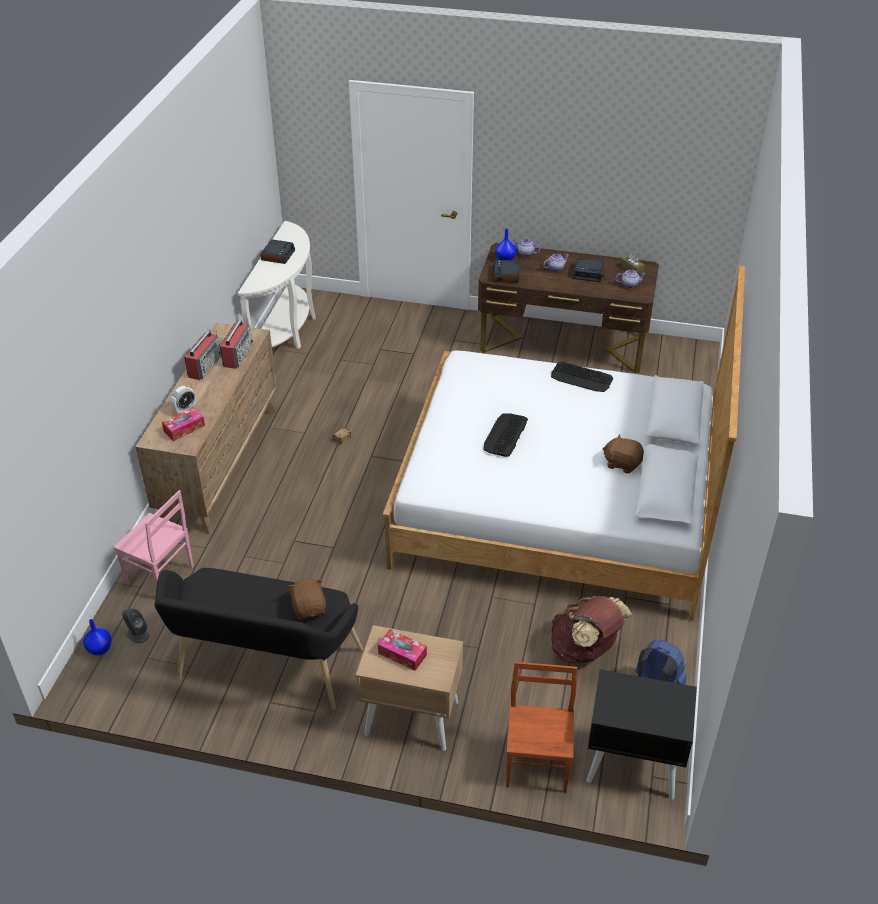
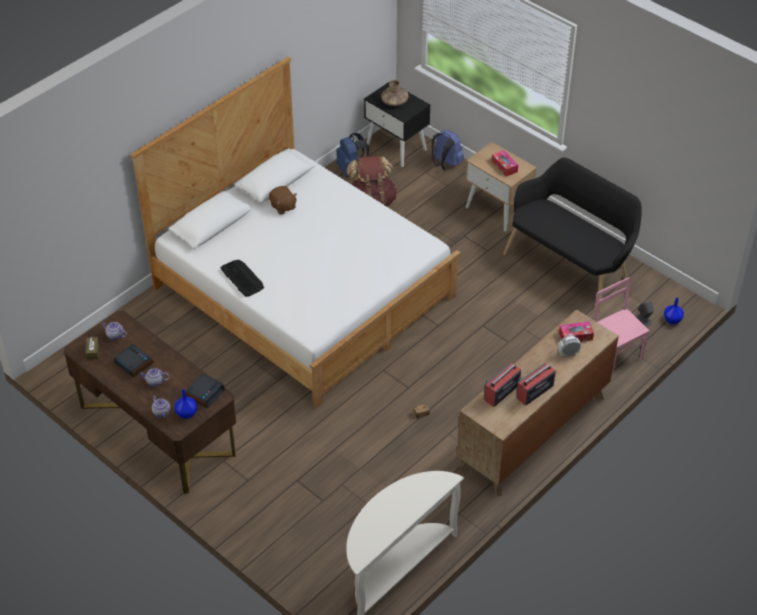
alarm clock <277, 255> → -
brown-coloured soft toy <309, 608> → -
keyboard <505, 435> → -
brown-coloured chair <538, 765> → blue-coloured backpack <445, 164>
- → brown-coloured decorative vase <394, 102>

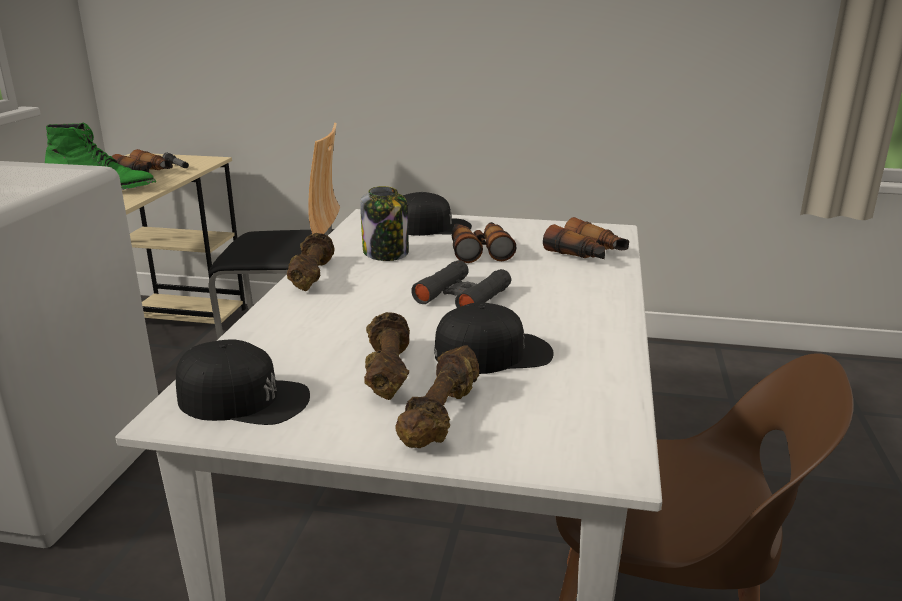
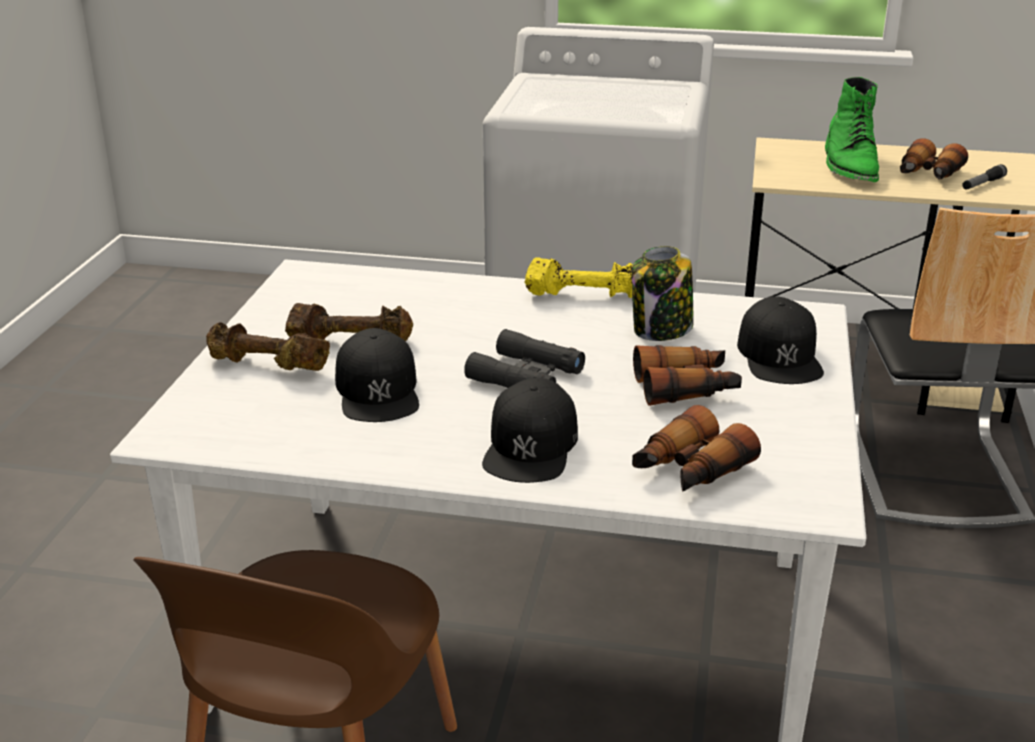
black peaked cap <244, 398> → black peaked cap <531, 446>, moved
brown-coloured free weight <311, 275> → yellow free weight <583, 294>

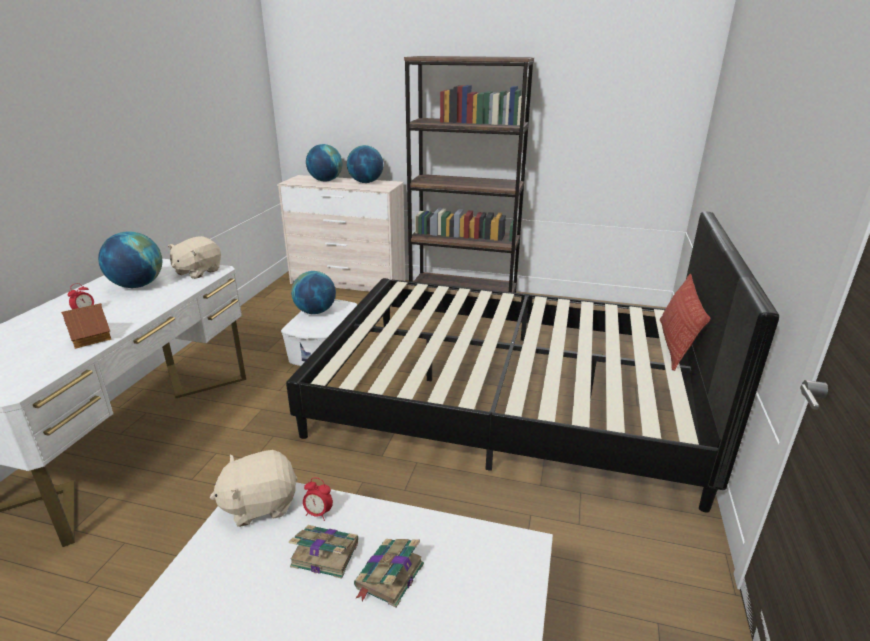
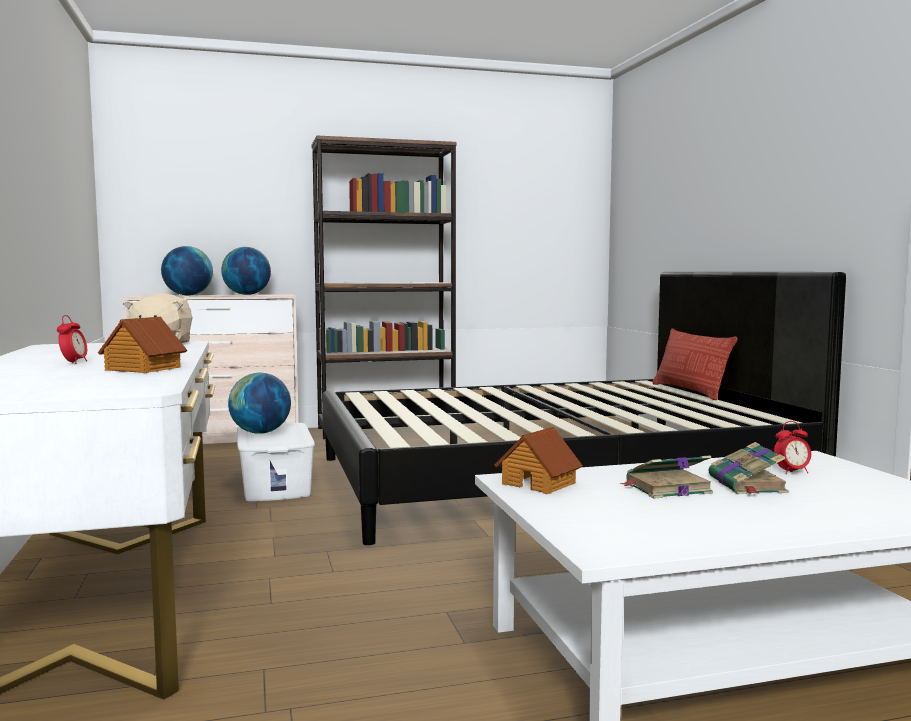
desk globe <137, 285> → -
sand-coloured soft toy <260, 504> → model house <539, 483>
alarm clock <318, 513> → alarm clock <791, 472>, moved

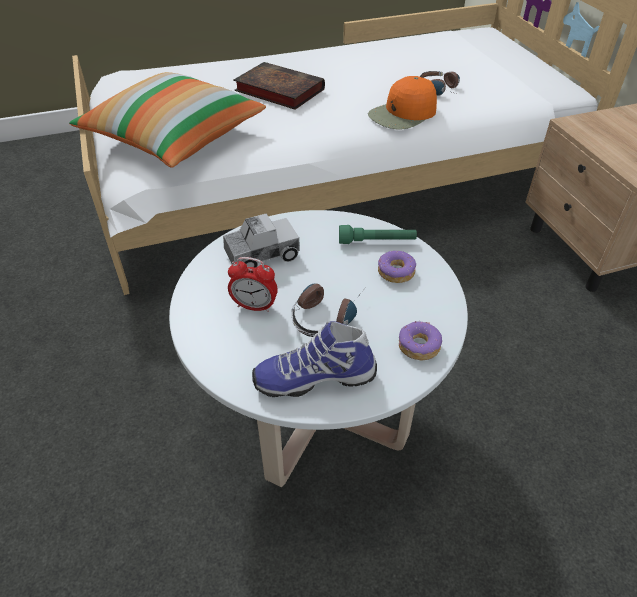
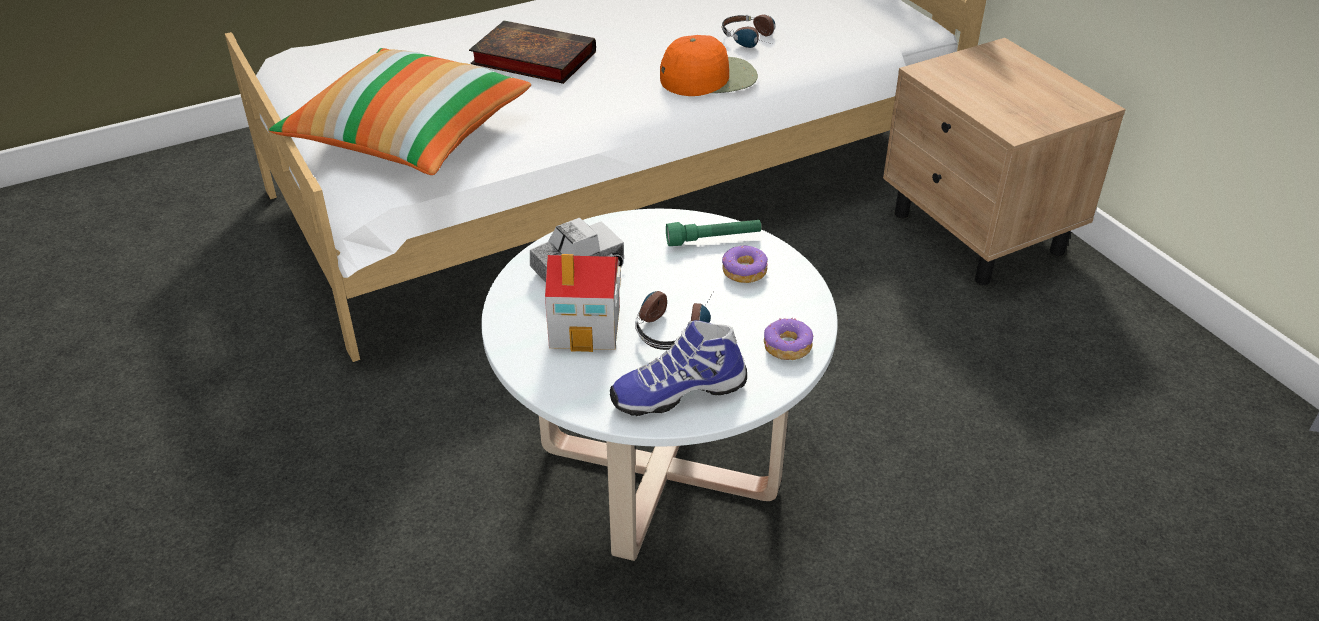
alarm clock <254, 306> → model house <586, 327>
orange peaked cap <403, 114> → orange peaked cap <709, 77>, 150 degrees counterclockwise

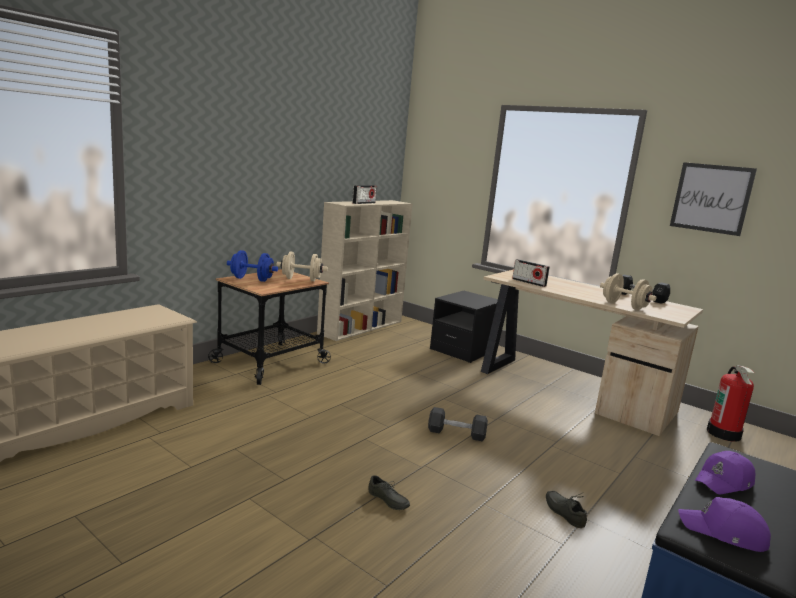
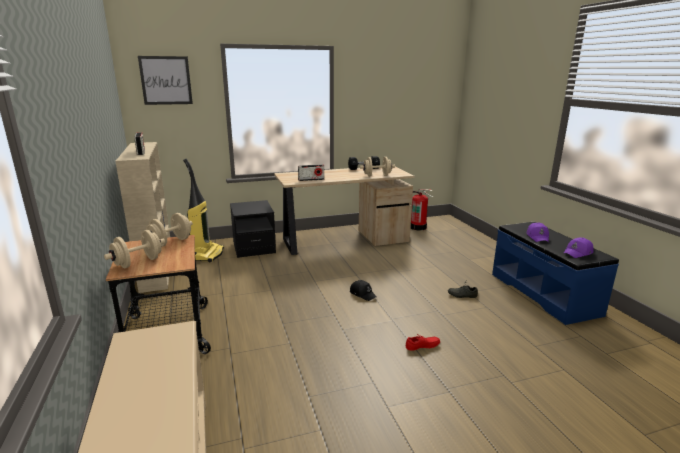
blue-coloured free weight <252, 279> → sand-coloured free weight <138, 262>
gray shoe <387, 501> → reddish shoe <423, 346>
black free weight <456, 433> → black peaked cap <363, 294>
picture <711, 198> → picture <166, 80>, moved
- → hoover <208, 254>

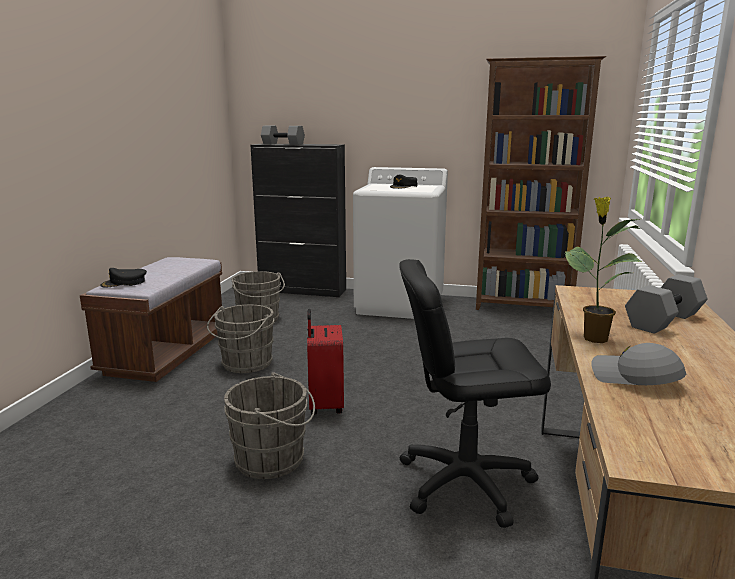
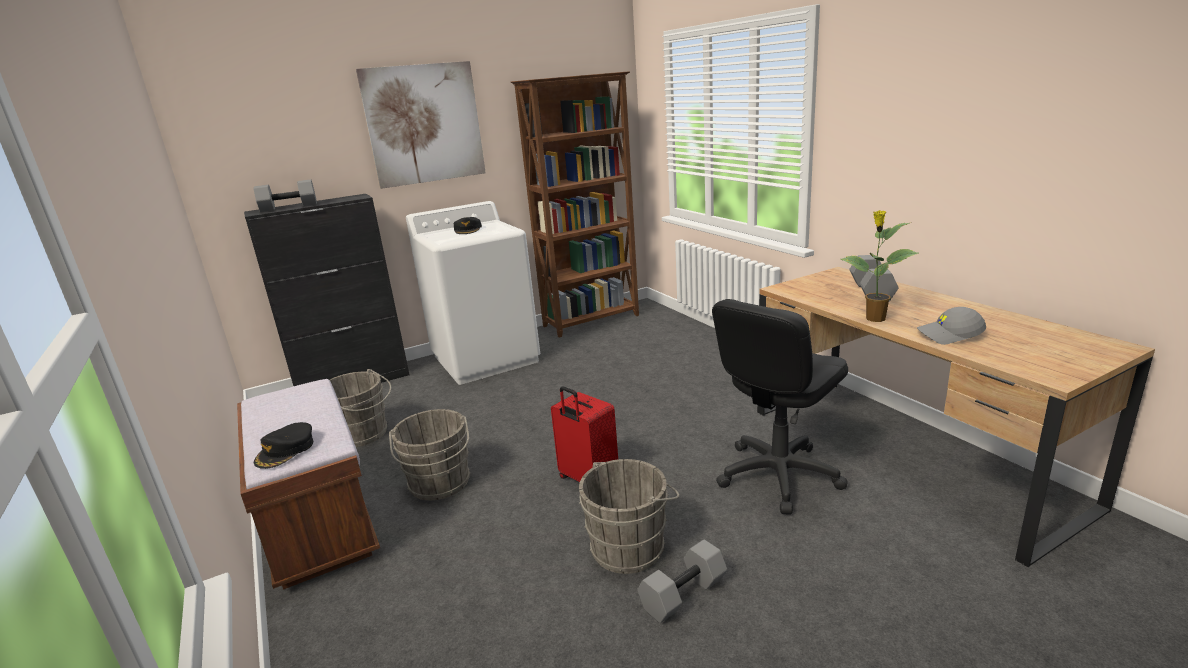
- → picture <424, 124>
- → gray free weight <683, 595>

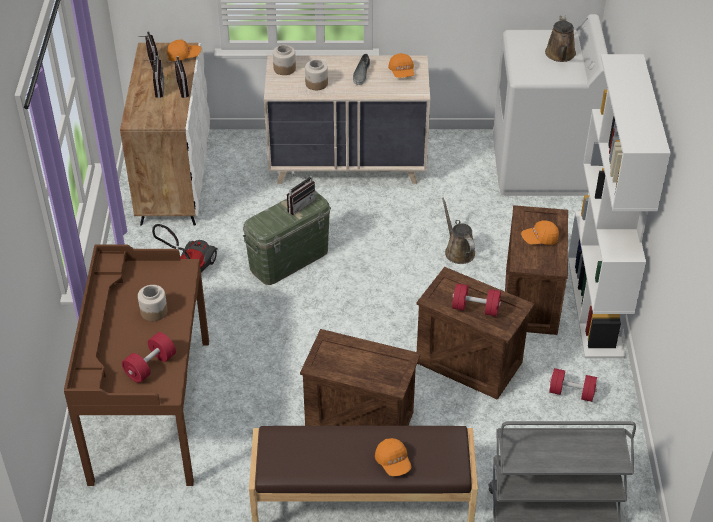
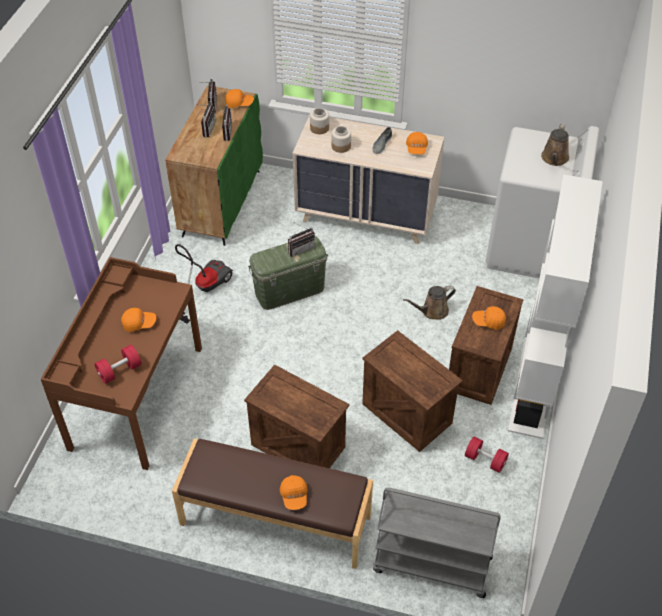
whitish cupboard <174, 179> → greenish cupboard <221, 202>
preserve jar <153, 311> → orange peaked cap <139, 323>
brown-coloured sprinkling can <458, 251> → brown-coloured sprinkling can <432, 311>, 105 degrees counterclockwise
reddish free weight <475, 308> → -

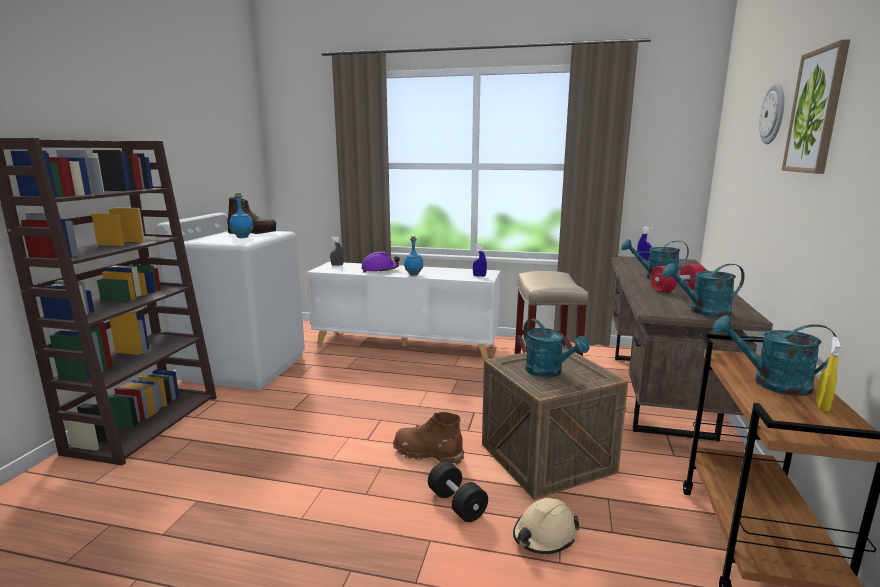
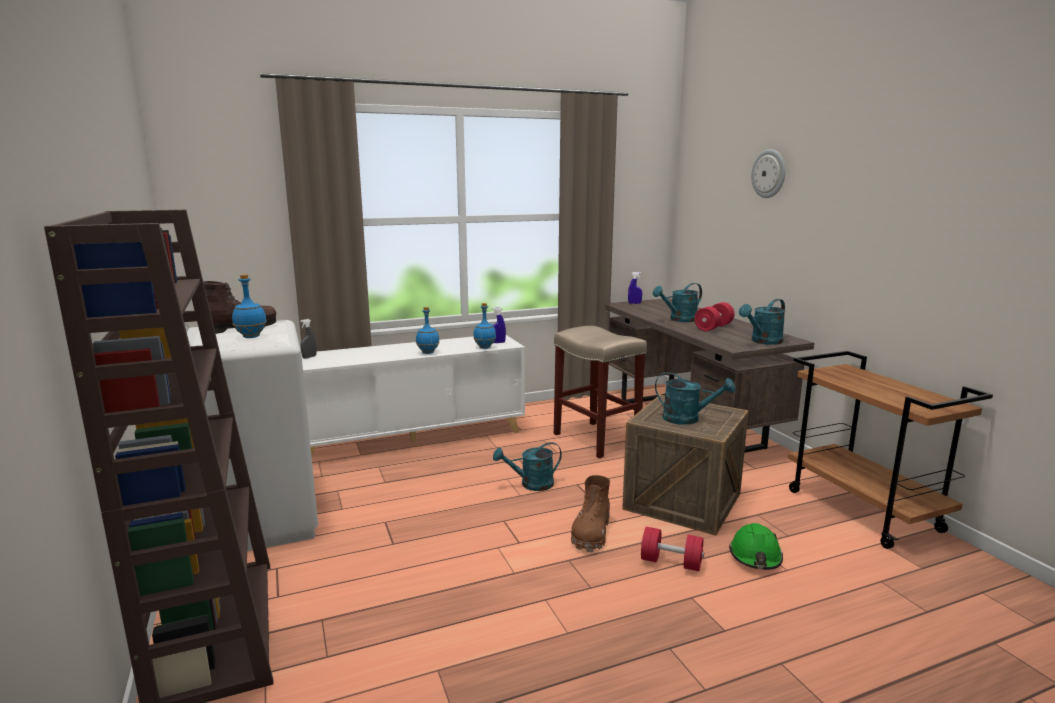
purplish work helmet <380, 270> → -
brown-coloured tall boot <428, 454> → brown-coloured tall boot <591, 533>, 60 degrees counterclockwise
black free weight <457, 504> → reddish free weight <671, 562>
sand-coloured work helmet <544, 535> → greenish work helmet <755, 557>
turquoise sprinkling can <771, 383> → turquoise sprinkling can <531, 484>, moved
picture <816, 111> → -
yellow hand sprayer <822, 406> → -
- → blue-coloured drink bottle <485, 347>

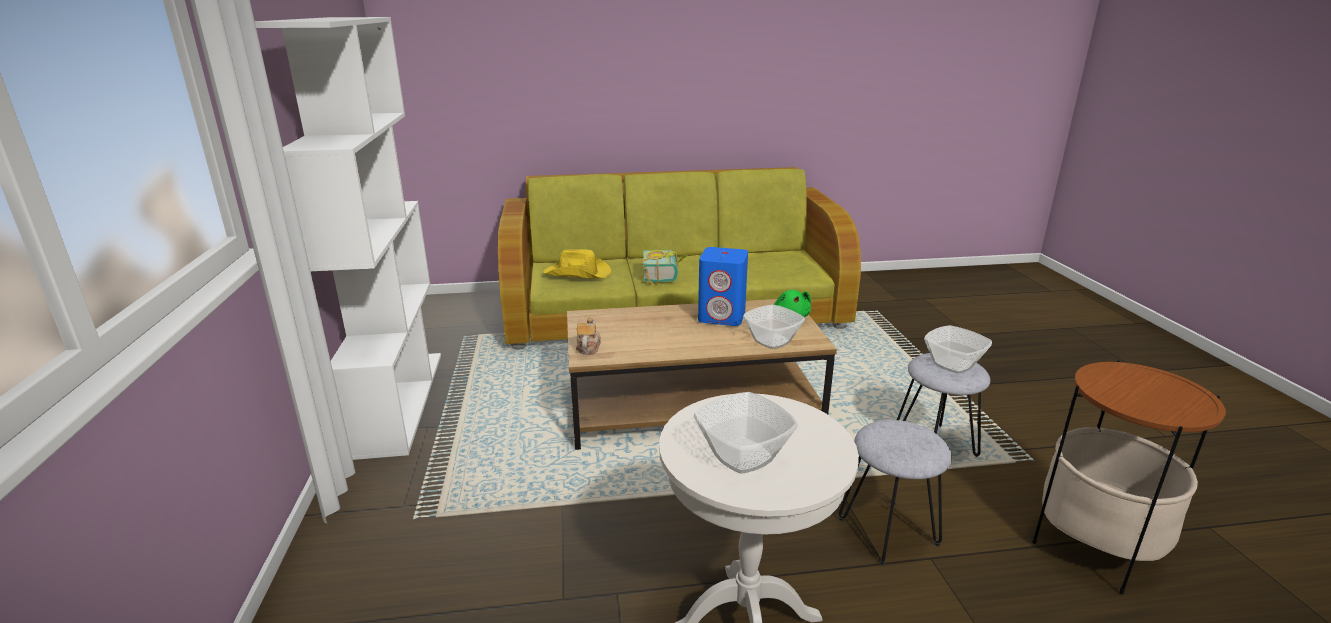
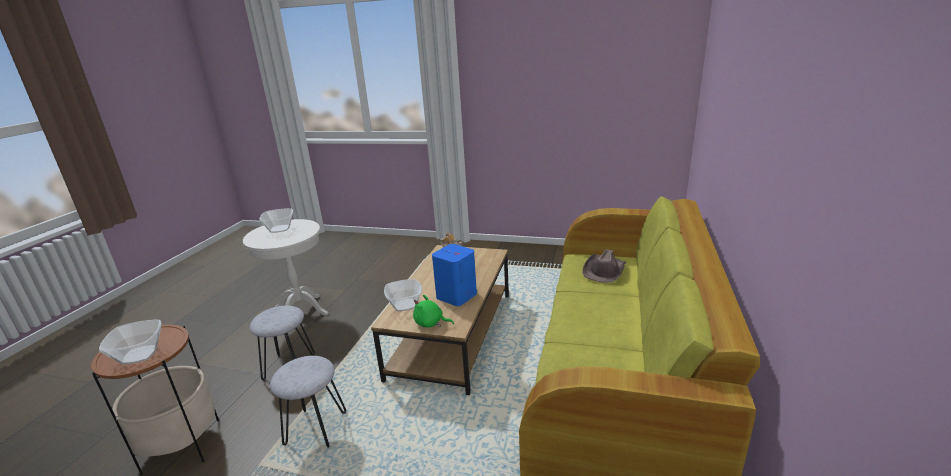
whitish shelving unit <398, 401> → -
yellow wearable hat <578, 273> → brown-coloured wearable hat <604, 270>
bound book <665, 276> → -
bowl <953, 365> → bowl <139, 354>, moved

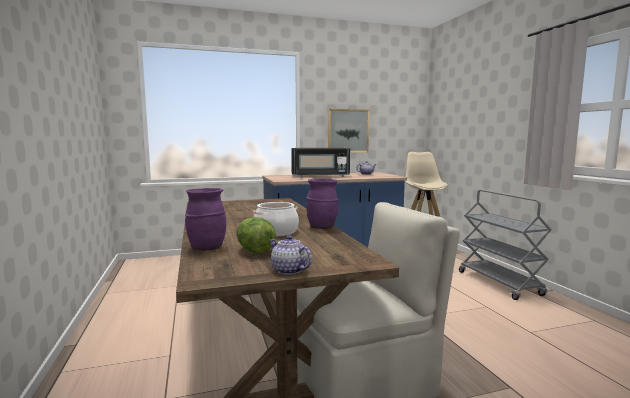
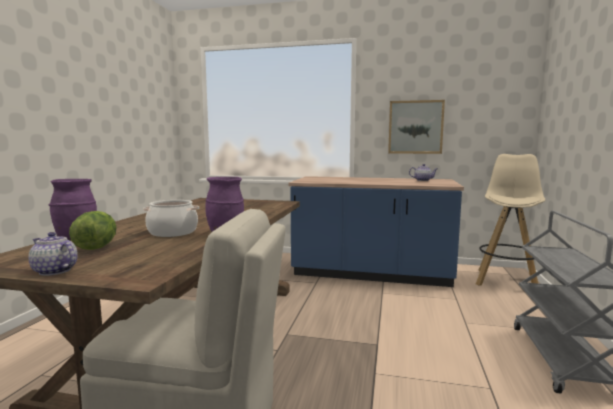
tea pot <288, 270> → tea pot <54, 271>, 45 degrees counterclockwise
black kitchen microwave <320, 176> → -

